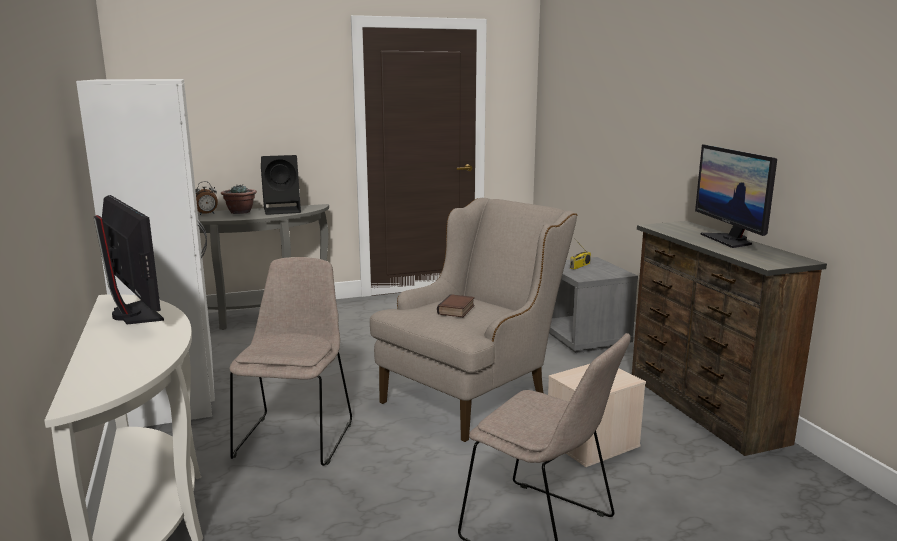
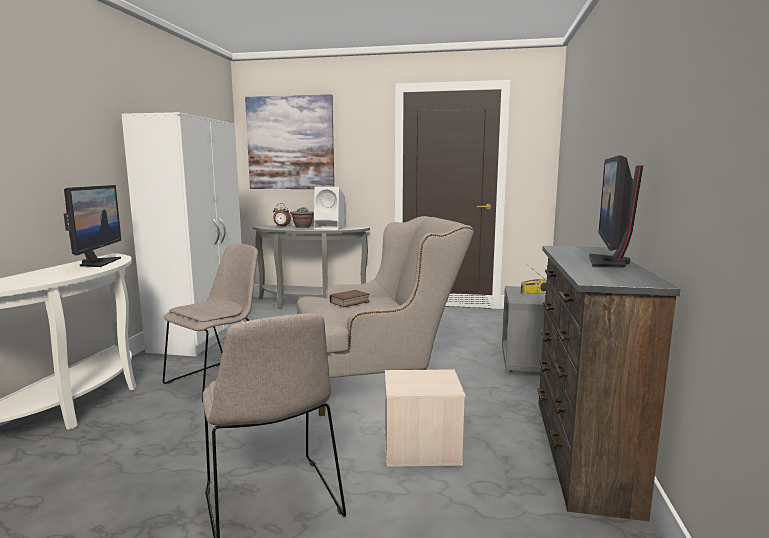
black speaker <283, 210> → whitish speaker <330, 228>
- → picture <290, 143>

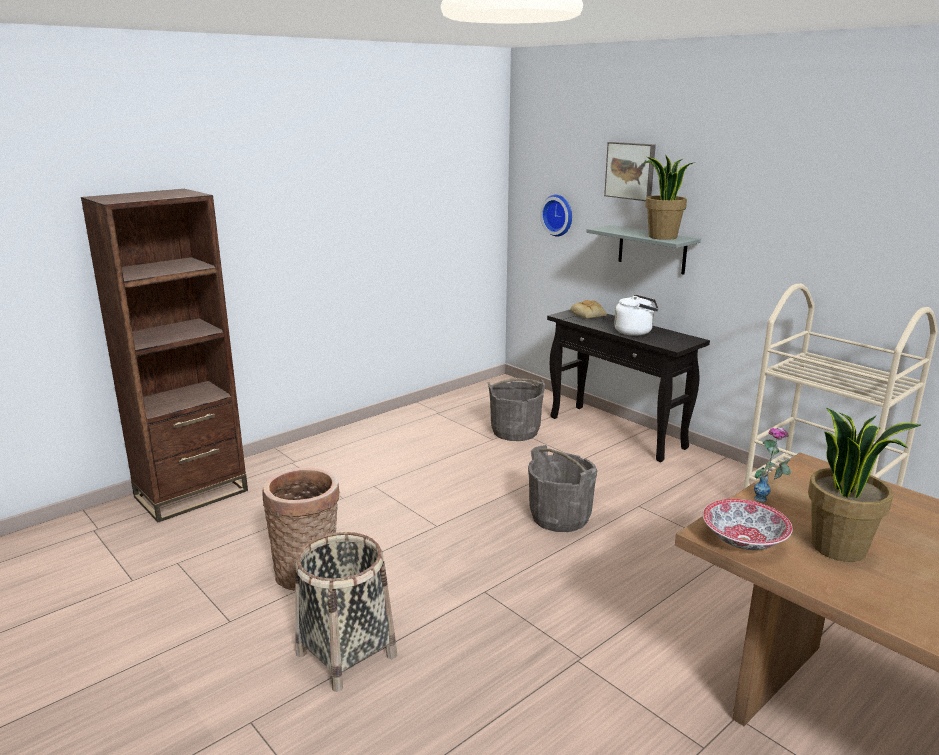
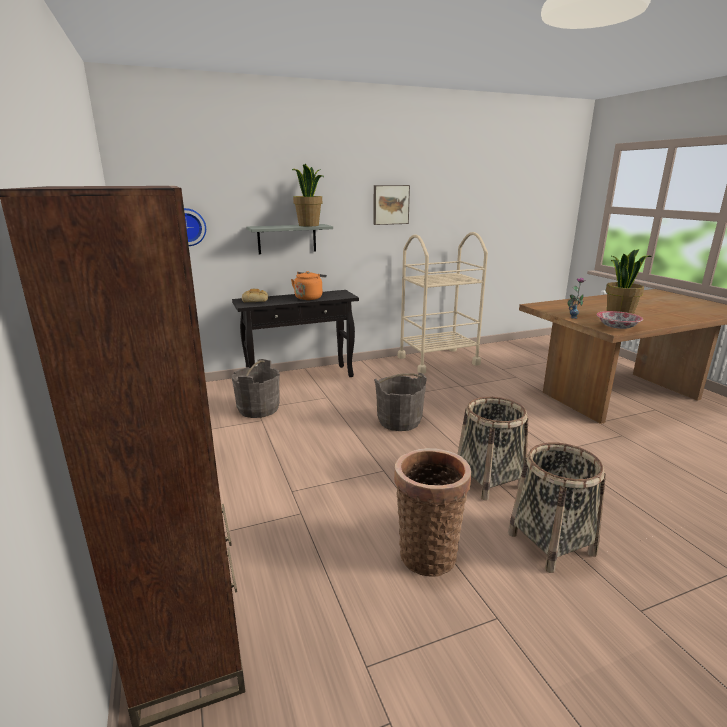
picture <631, 171> → picture <390, 204>, moved
whitish kettle <635, 332> → orange kettle <309, 297>
- → basket <488, 480>

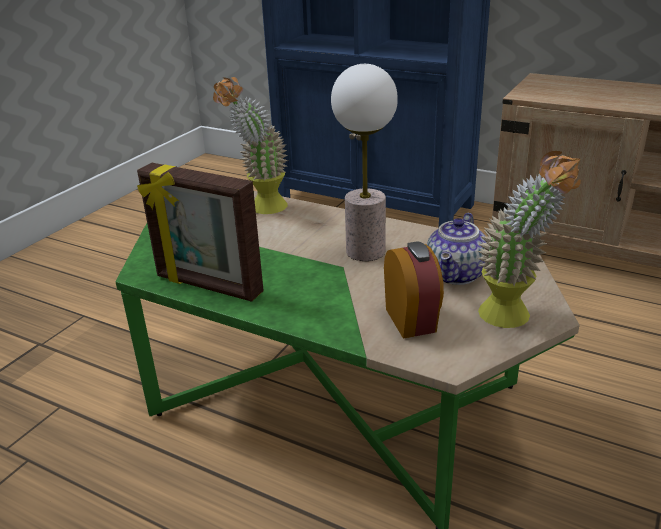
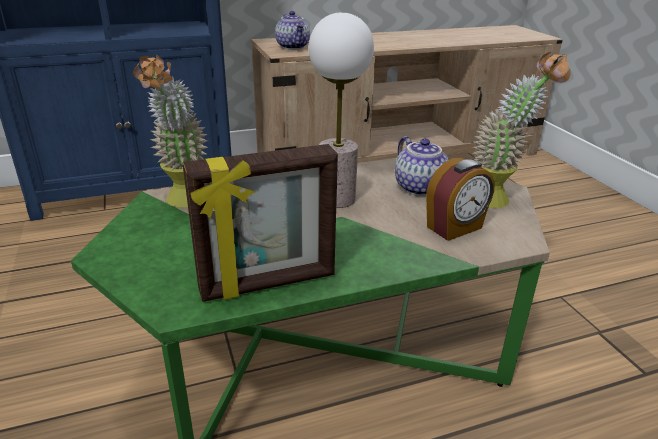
alarm clock <412, 320> → alarm clock <455, 228>, 120 degrees clockwise
- → tea pot <293, 47>

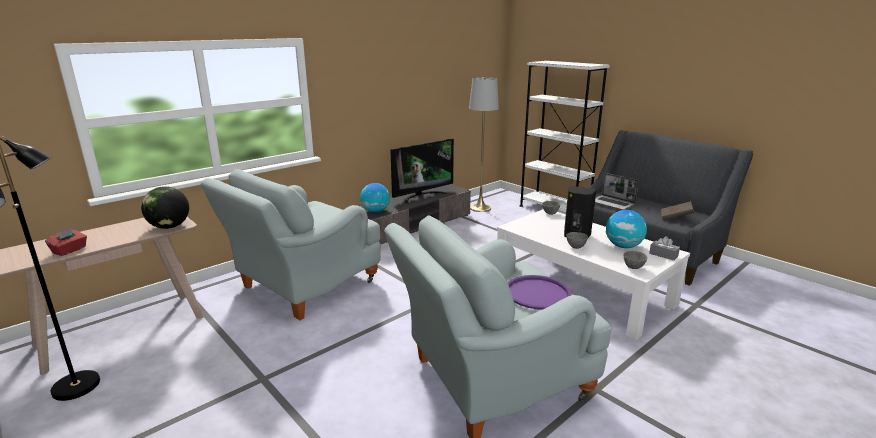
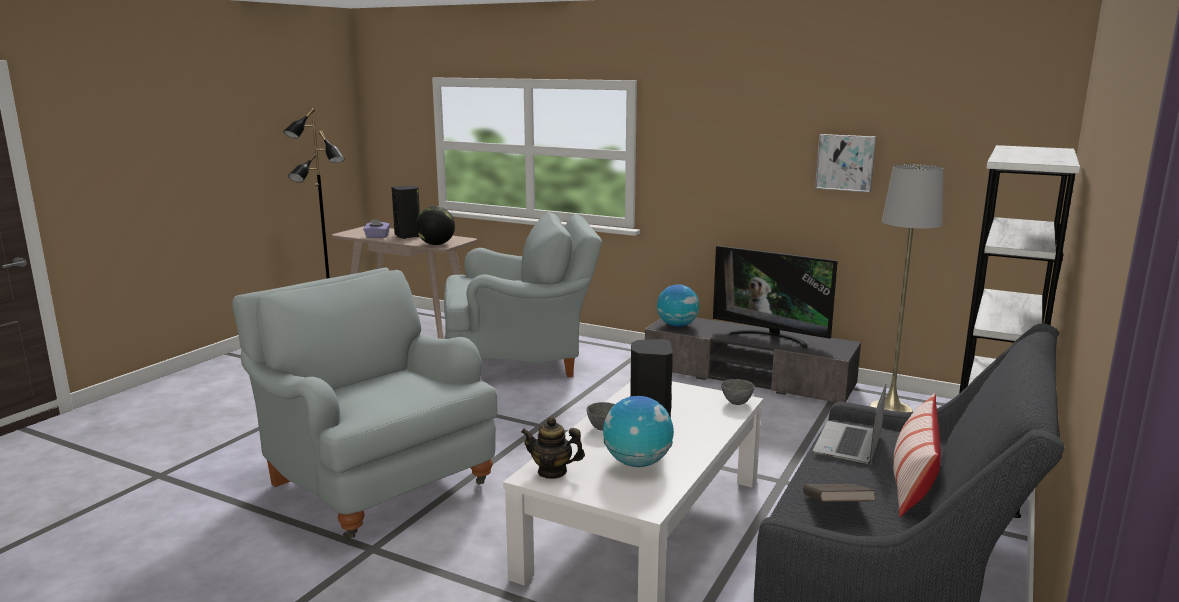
reddish box of tissues <70, 250> → purplish box of tissues <377, 237>
gray lounge chair <303, 287> → gray lounge chair <521, 360>, 150 degrees clockwise
purplish serving tray <537, 293> → -
gray bowl <634, 267> → tea pot <552, 471>
gray box of tissues <663, 255> → -
- → black speaker <408, 236>
- → picture <845, 162>
- → throw pillow <913, 482>

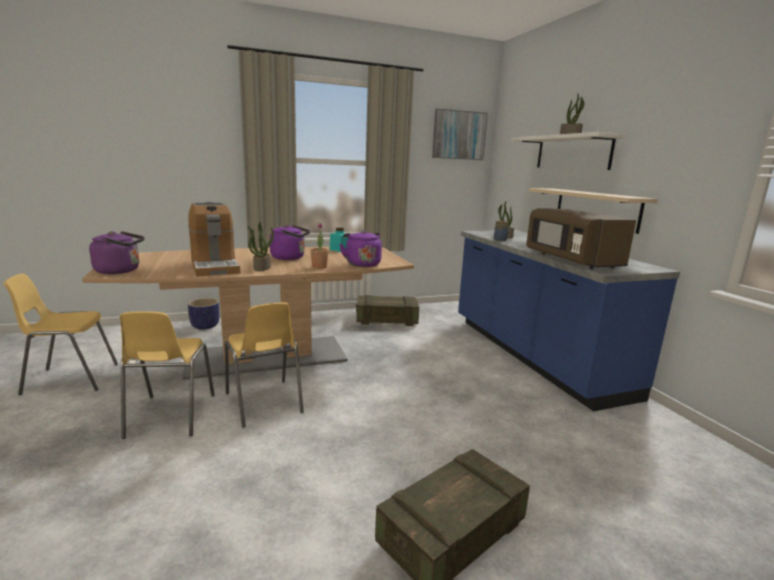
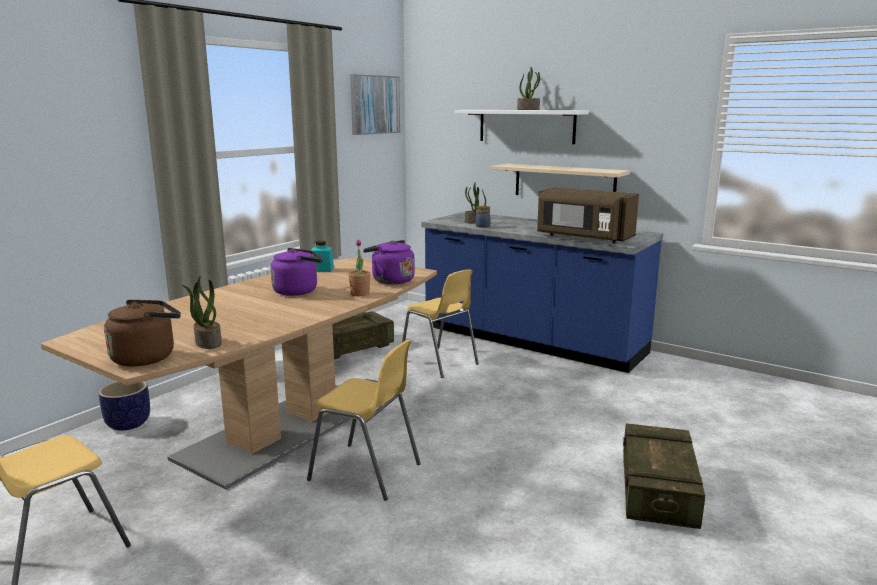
purplish kettle <120, 271> → brown-coloured kettle <147, 357>
yellow chair <170, 416> → yellow chair <439, 362>, moved
coffee machine <214, 266> → -
potted plant <261, 268> → potted plant <207, 343>, moved

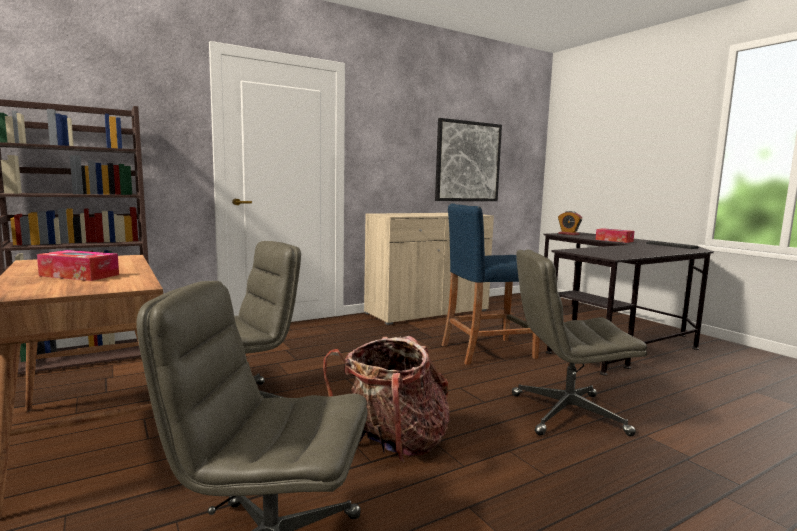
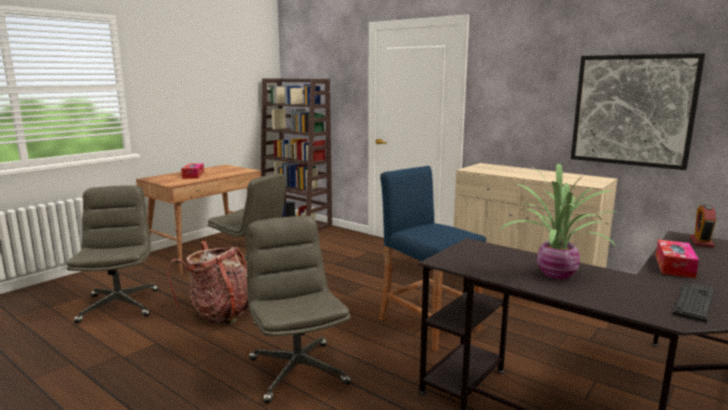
- → potted plant <556, 273>

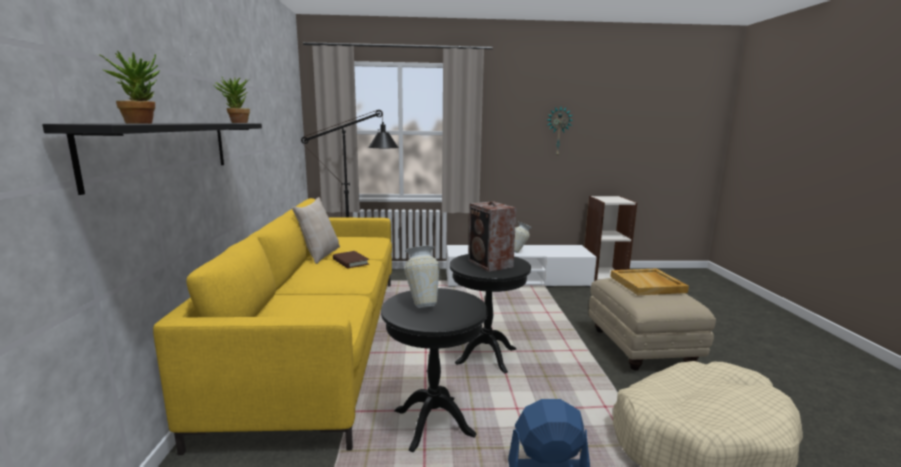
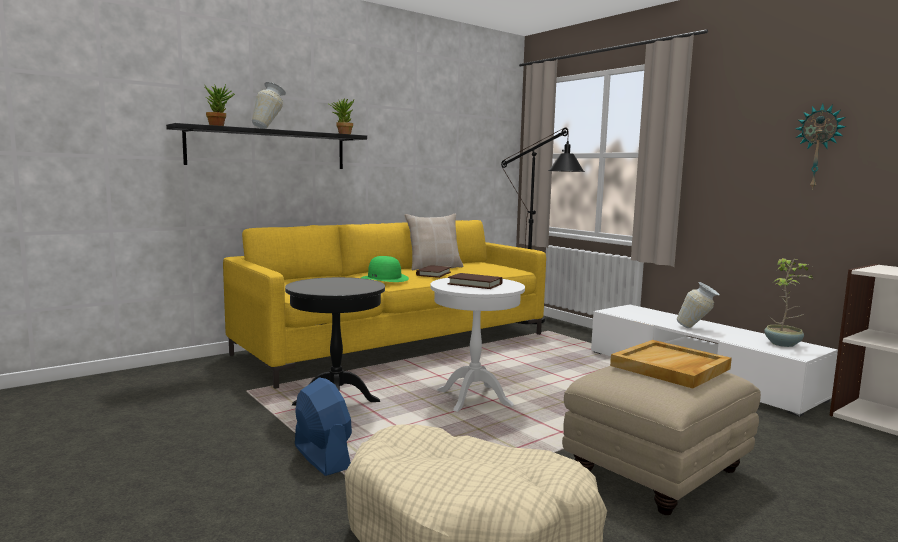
decorative vase <422, 303> → decorative vase <270, 129>, moved
black accent table <486, 356> → whitish accent table <474, 398>
speaker <490, 264> → brown-coloured bound book <475, 284>
- → greenish wearable hat <385, 278>
- → potted plant <783, 344>

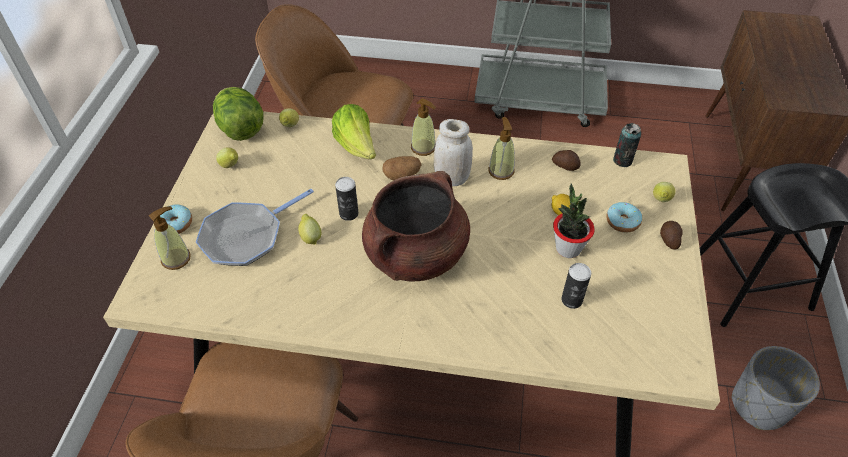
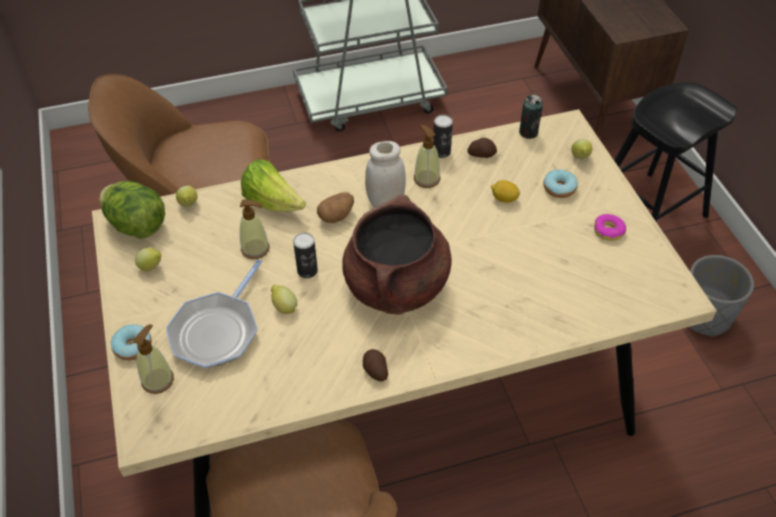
soap bottle <423, 147> → soap bottle <255, 249>, moved
potted plant <568, 248> → -
metal can <571, 300> → metal can <441, 152>, moved
potato <668, 239> → potato <375, 370>, moved
- → doughnut <608, 231>

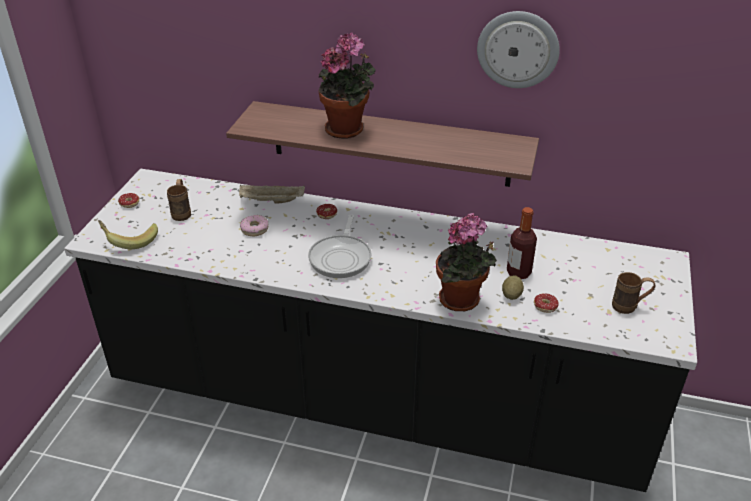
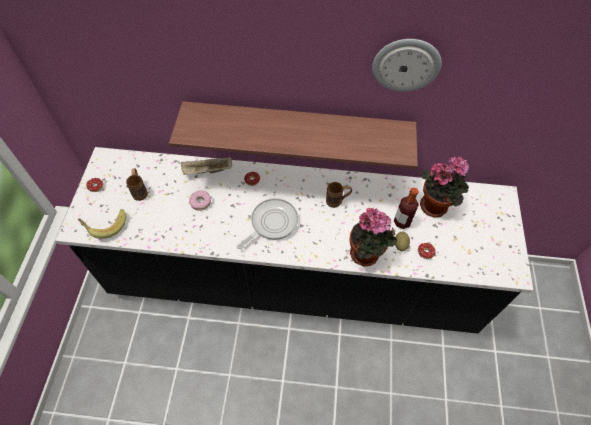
frying pan <341, 257> → frying pan <271, 223>, 135 degrees counterclockwise
potted plant <348, 129> → potted plant <436, 205>, moved
brown-coloured tea mug <629, 307> → brown-coloured tea mug <337, 201>, moved

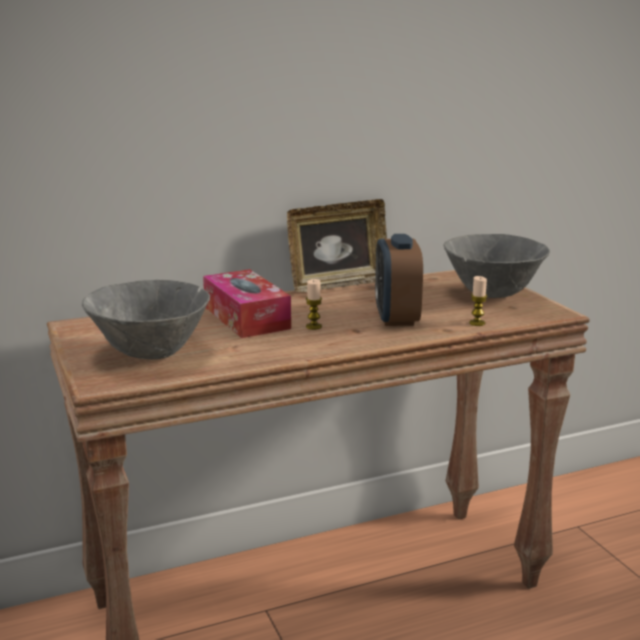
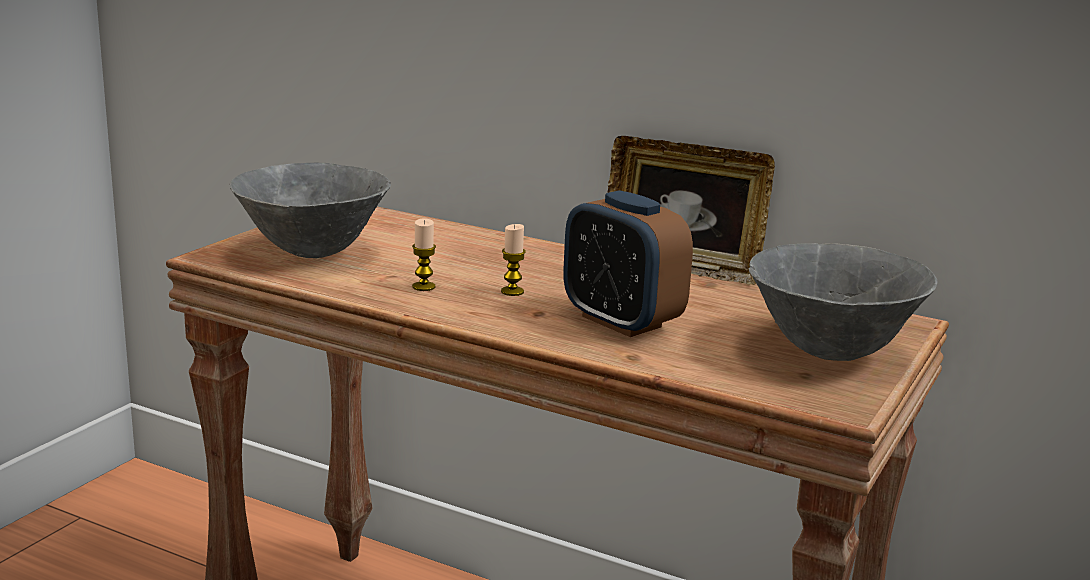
box of tissues <246, 317> → -
alarm clock <396, 318> → alarm clock <621, 321>, 90 degrees counterclockwise
candle <477, 323> → candle <423, 287>, moved

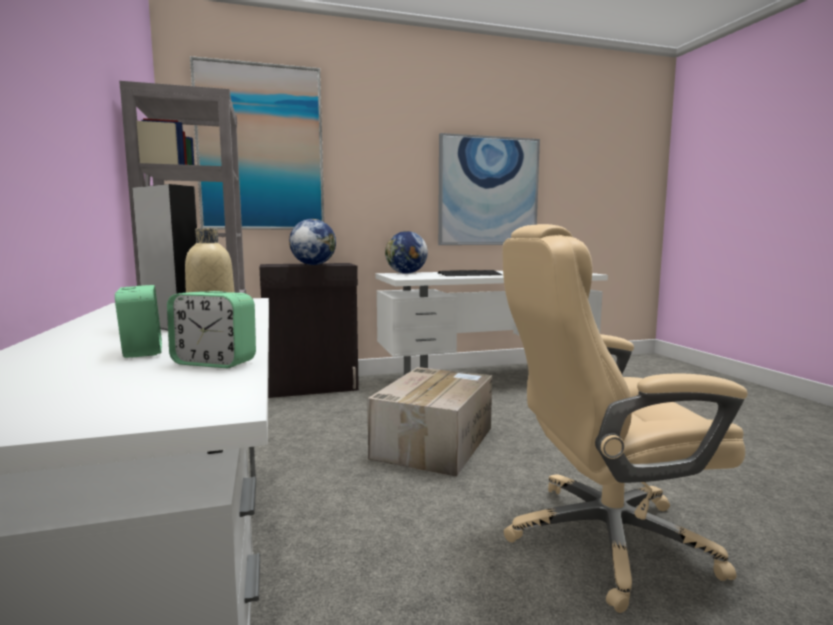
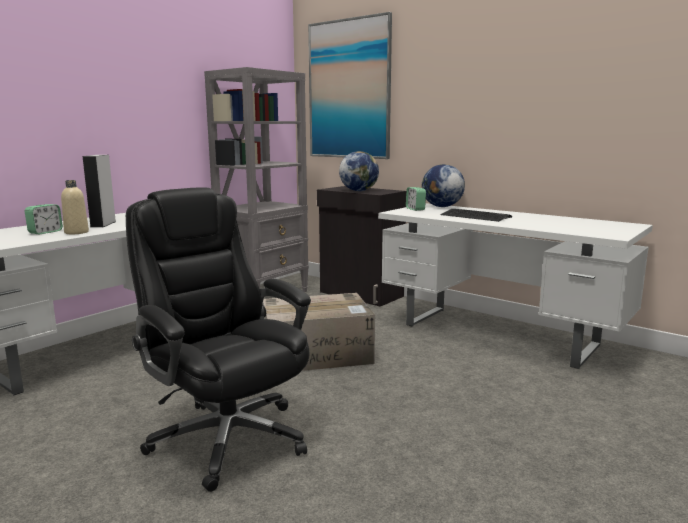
alarm clock <214, 363> → alarm clock <415, 209>, moved
picture <488, 191> → -
sand-coloured computer chair <602, 539> → black computer chair <227, 437>

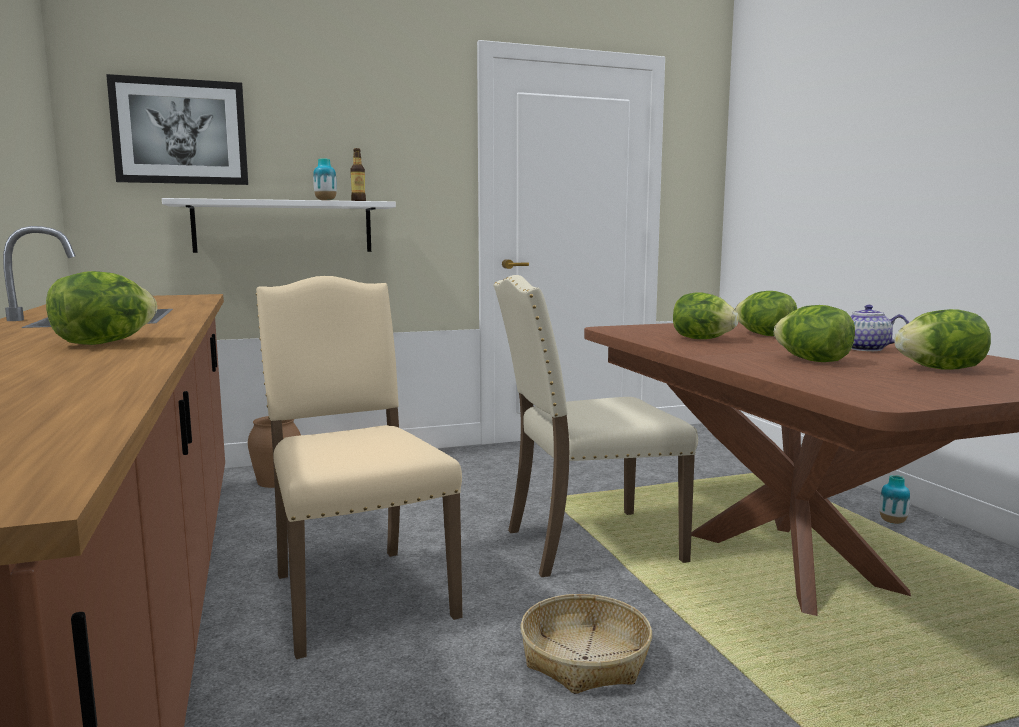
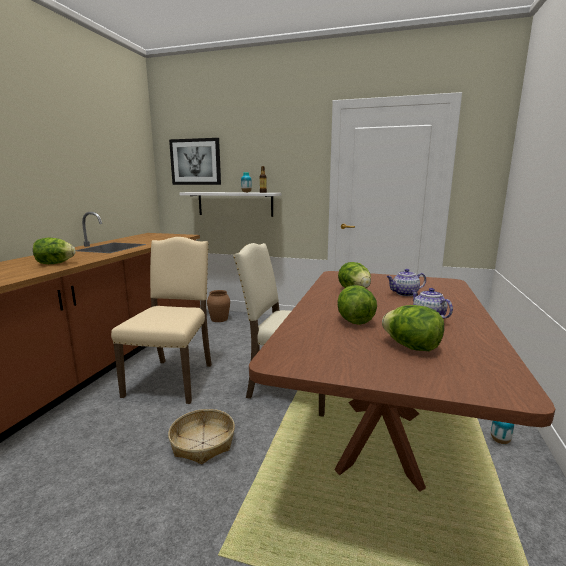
lettuce head <765, 335> → tea pot <404, 294>

